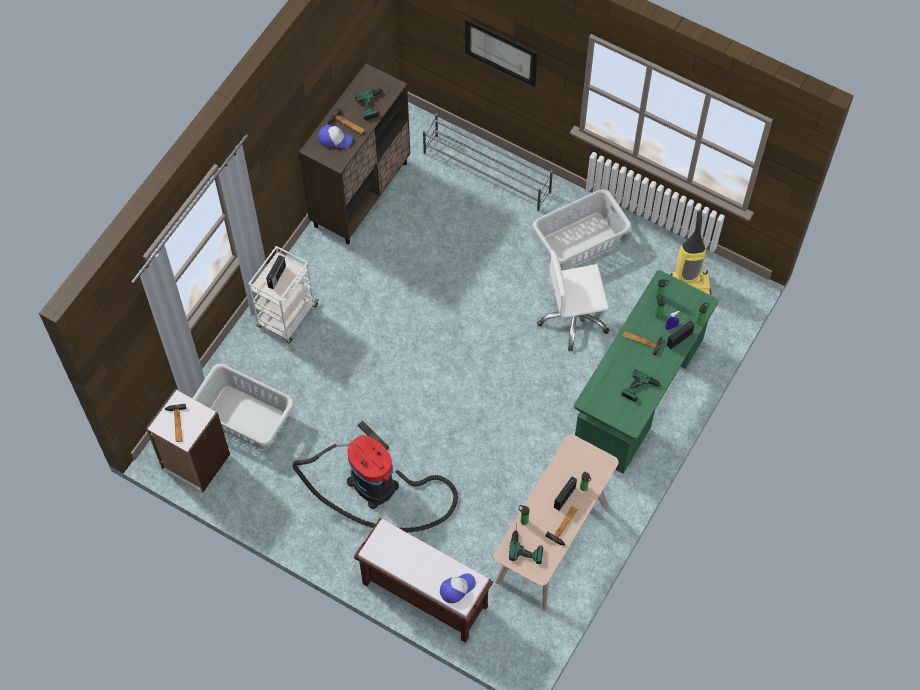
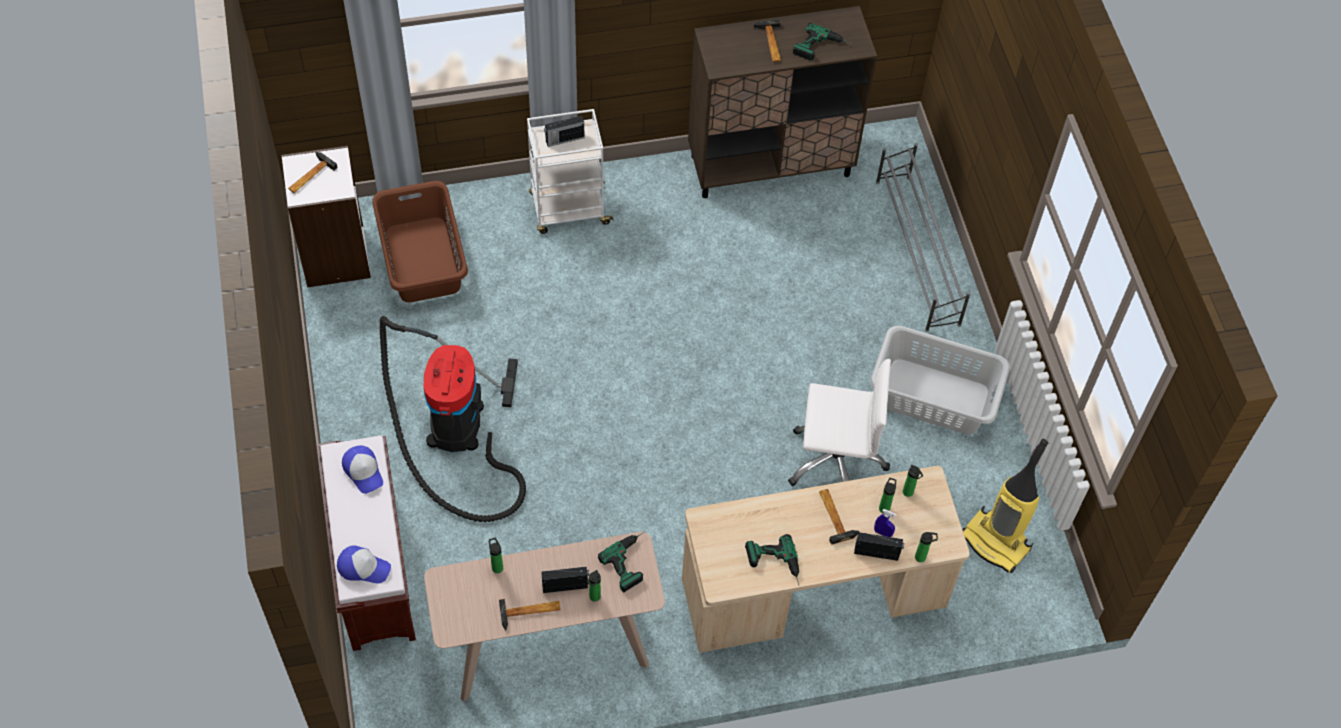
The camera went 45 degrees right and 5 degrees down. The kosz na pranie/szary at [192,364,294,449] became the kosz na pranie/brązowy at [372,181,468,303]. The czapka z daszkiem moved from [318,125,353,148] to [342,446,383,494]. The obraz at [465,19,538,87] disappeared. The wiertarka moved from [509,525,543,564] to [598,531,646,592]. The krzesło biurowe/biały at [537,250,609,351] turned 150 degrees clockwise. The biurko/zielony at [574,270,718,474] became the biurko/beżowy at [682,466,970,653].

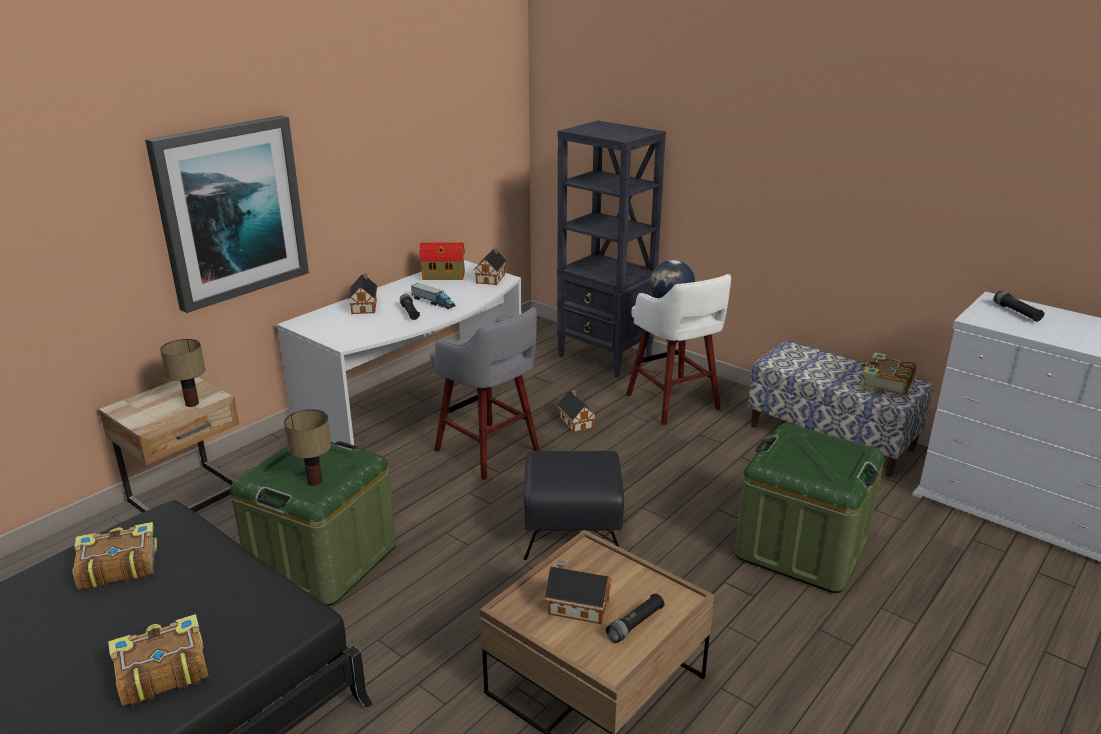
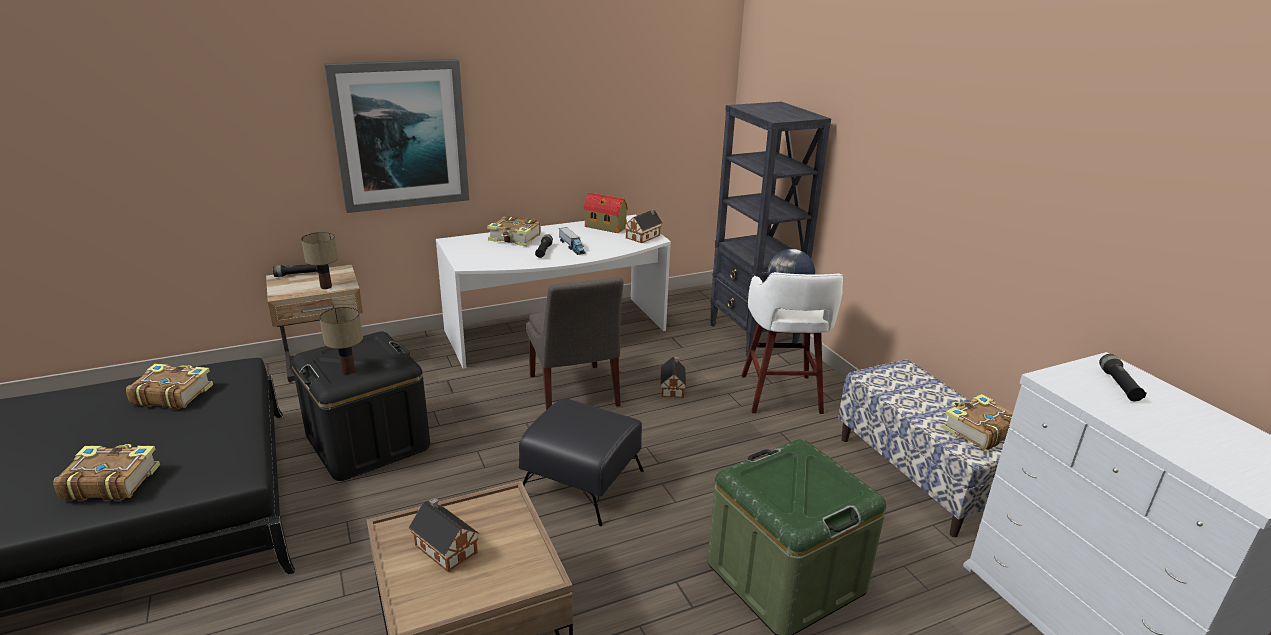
The camera went 25 degrees right and 0 degrees up. The pojemnik do przechowywania/zielony at [230,441,396,606] became the pojemnik do przechowywania/czarny at [292,331,430,481]. The domek at [348,273,377,314] was replaced by the książka at [487,216,541,246]. The stołek/szary at [430,307,540,480] was replaced by the krzesło/szary at [526,277,624,410]. The latarka/czarny moved from [606,593,664,643] to [273,264,318,277].

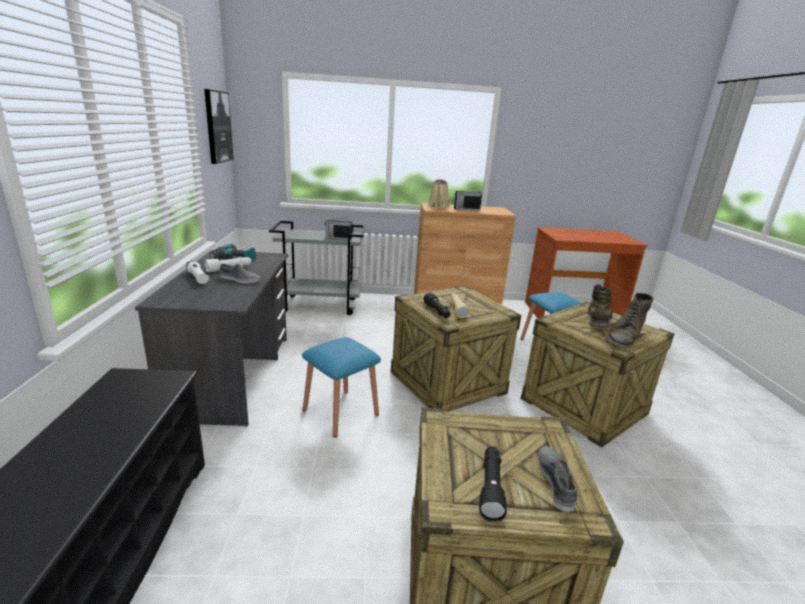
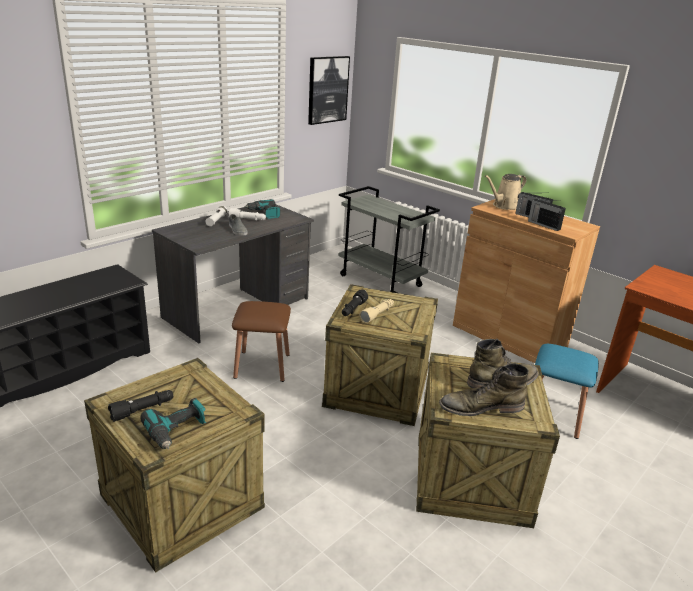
The camera went 45 degrees right and 5 degrees up. The stołek/niebieski at [302,337,381,437] became the stołek/brązowy at [232,301,291,382]. The radio moved from [325,217,352,240] to [528,199,566,231]. The but/szary at [538,447,577,512] was replaced by the wiertarka at [141,398,206,449].

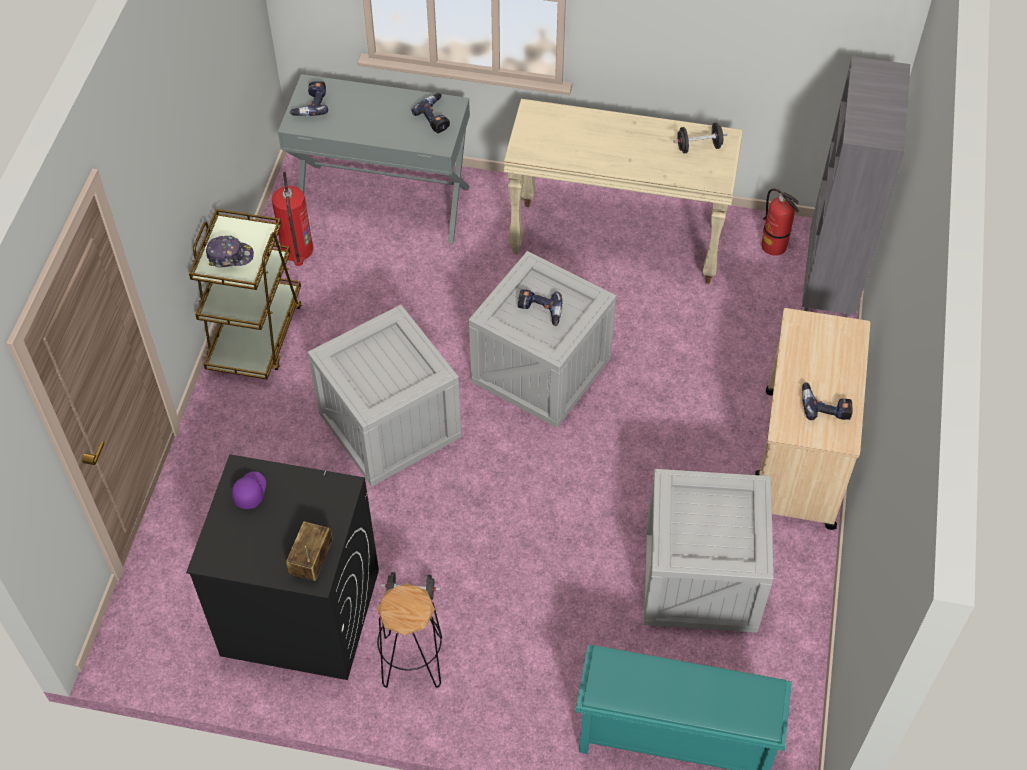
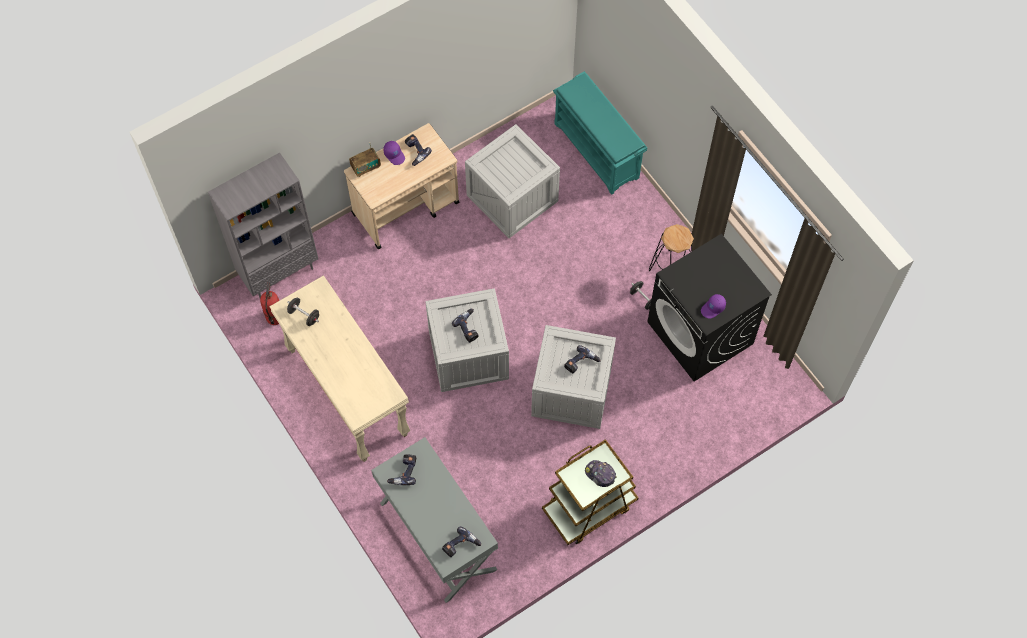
The camera went 135 degrees left and 10 degrees up. The gaśnica at [272,172,313,266] disappeared. The radio moved from [287,521,332,581] to [349,145,381,177]. The czapka z daszkiem/fioletowy at [383,141,405,165] appeared. The wiertarka at [564,345,601,373] appeared.

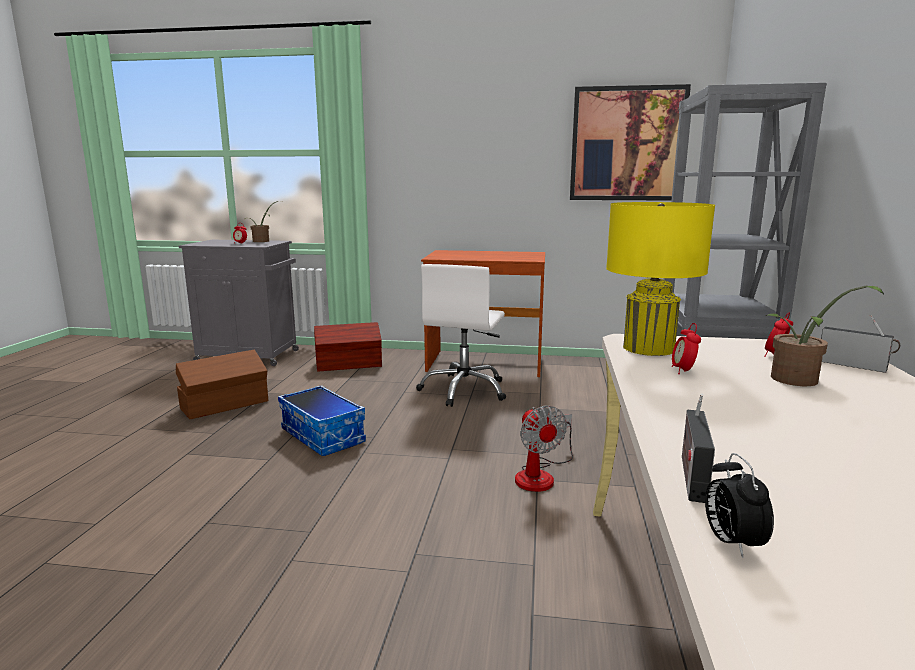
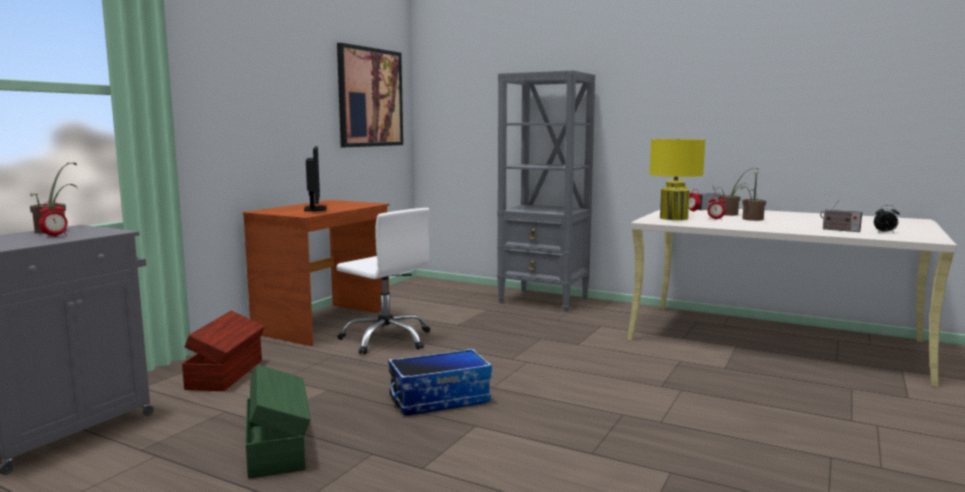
The camera went 70 degrees left and 5 degrees down. The pojemnik do przechowywania/brązowy at [176,350,268,419] became the pojemnik do przechowywania/zielony at [245,364,311,479]. The wentylator at [515,405,573,492] disappeared. The monitor at [304,146,326,211] appeared. The roślina doniczkowa at [741,172,766,221] appeared.

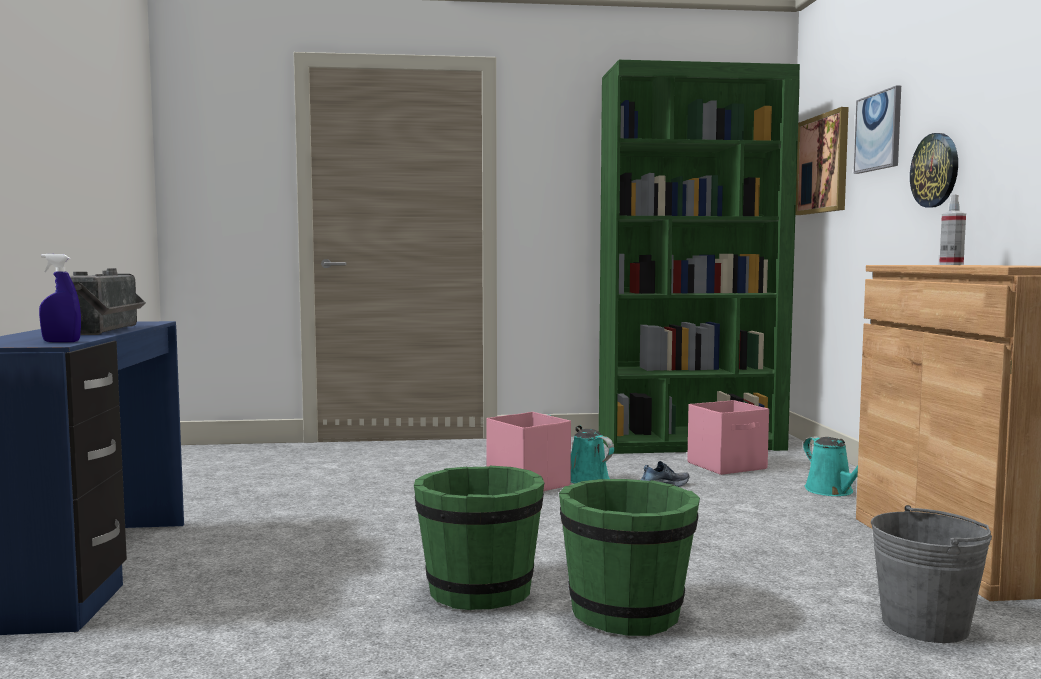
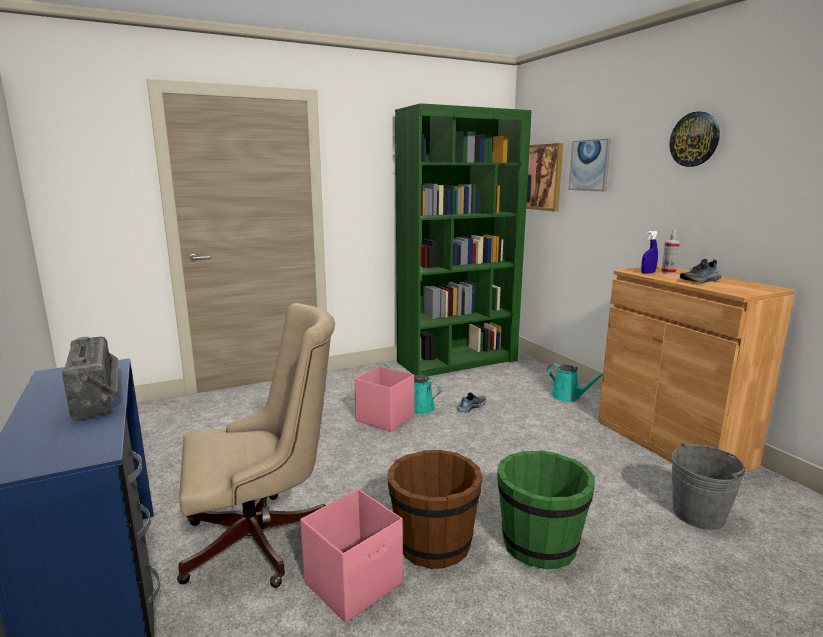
The camera went 20 degrees left and 10 degrees up. The spryskiwacz/niebieski moved from [39,254,81,342] to [641,231,658,274]. The wiadro/zielony at [414,466,544,610] became the wiadro/brązowy at [388,450,483,569]. The pojemnik do przechowywania/różowy moved from [687,400,769,475] to [300,489,403,623]. The zegar ścienny moved from [910,133,958,208] to [670,111,720,167]. The krzesło biurowe/beżowy at [177,303,335,588] appeared. The but at [680,259,722,283] appeared.

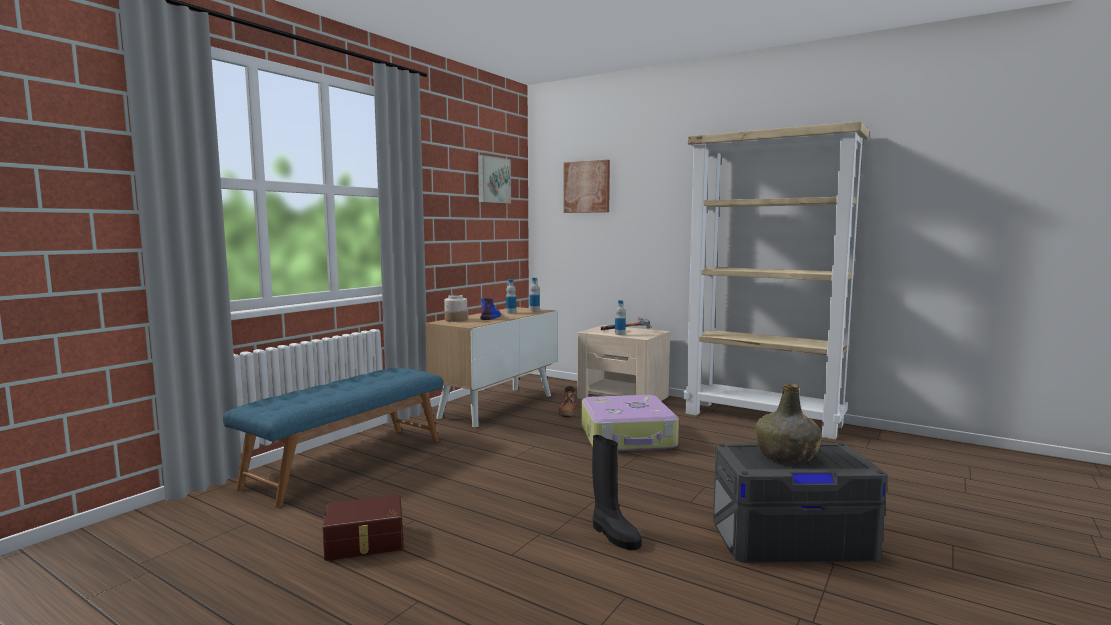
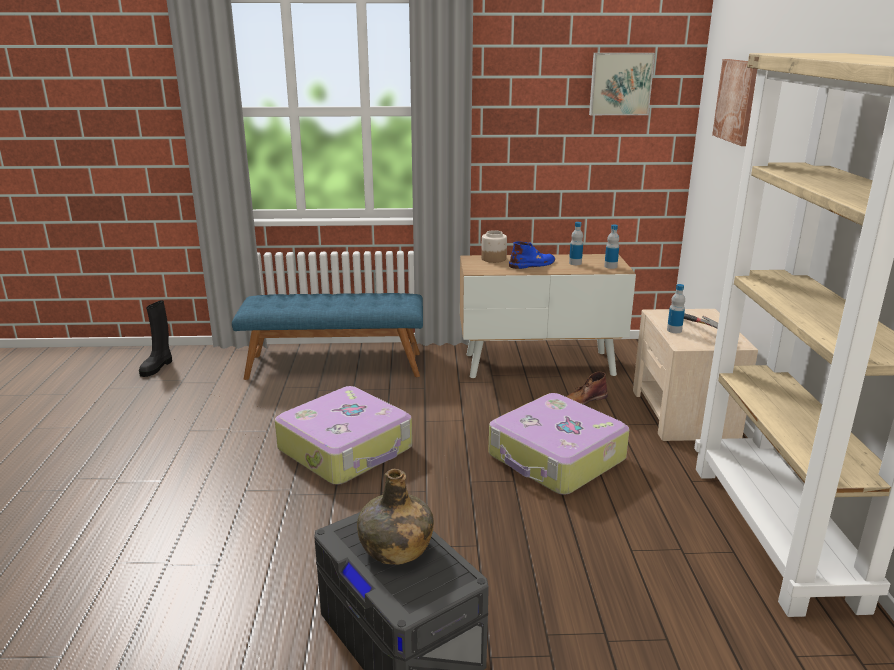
The camera went 55 degrees right and 15 degrees up. The pojemnik do przechowywania/brązowy at [323,495,404,561] disappeared. The but z cholewką/czarny moved from [592,435,642,550] to [139,300,172,377]. The walizka at [275,386,412,485] appeared.

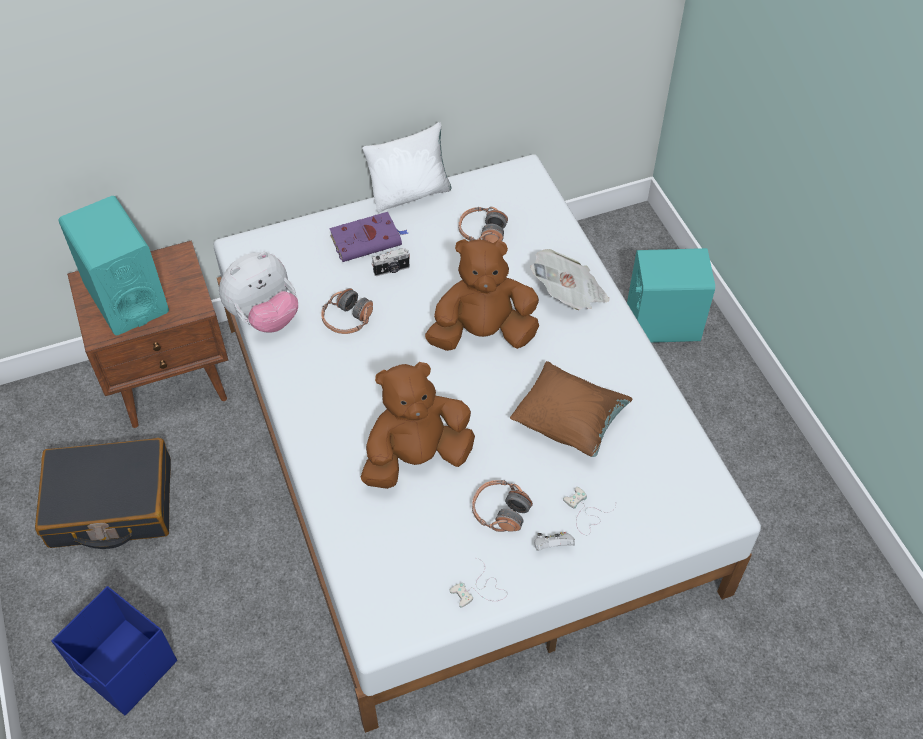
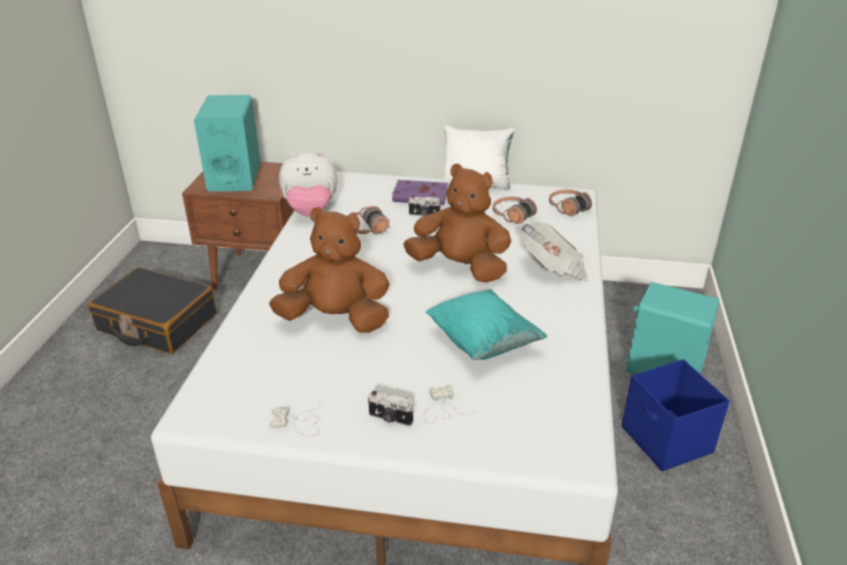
The camera went 30 degrees right and 20 degrees down. The pojemnik do przechowywania/niebieski moved from [51,586,177,716] to [622,359,730,471]. The słuchawki moved from [472,480,533,532] to [549,189,592,216]. The poduszka/brązowy at [510,361,632,457] became the poduszka/turkusowy at [426,289,547,360]. The pad do gier/biały at [534,532,575,551] was replaced by the aparat fotograficzny at [368,391,414,427].

